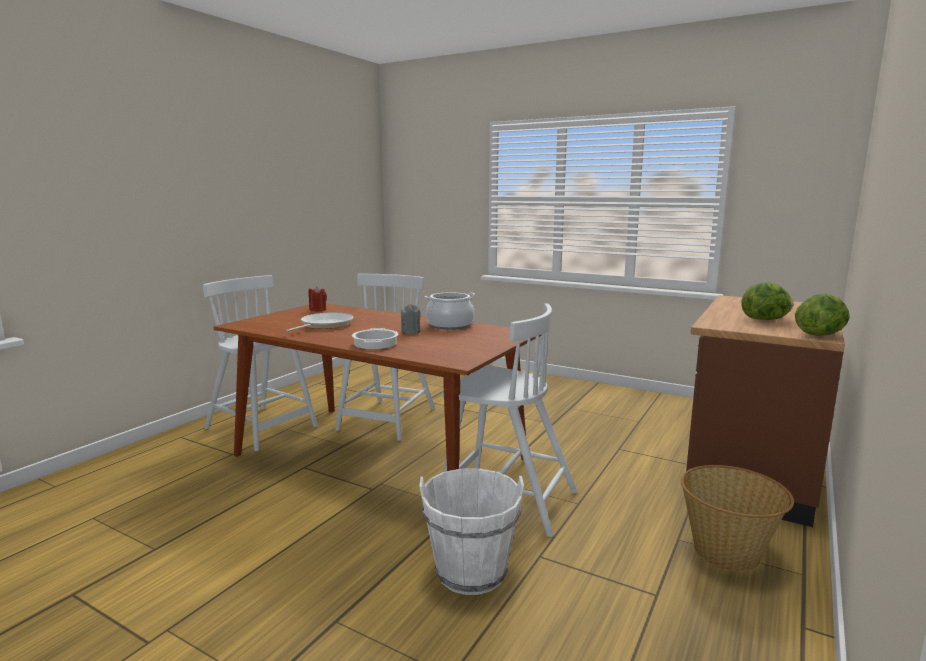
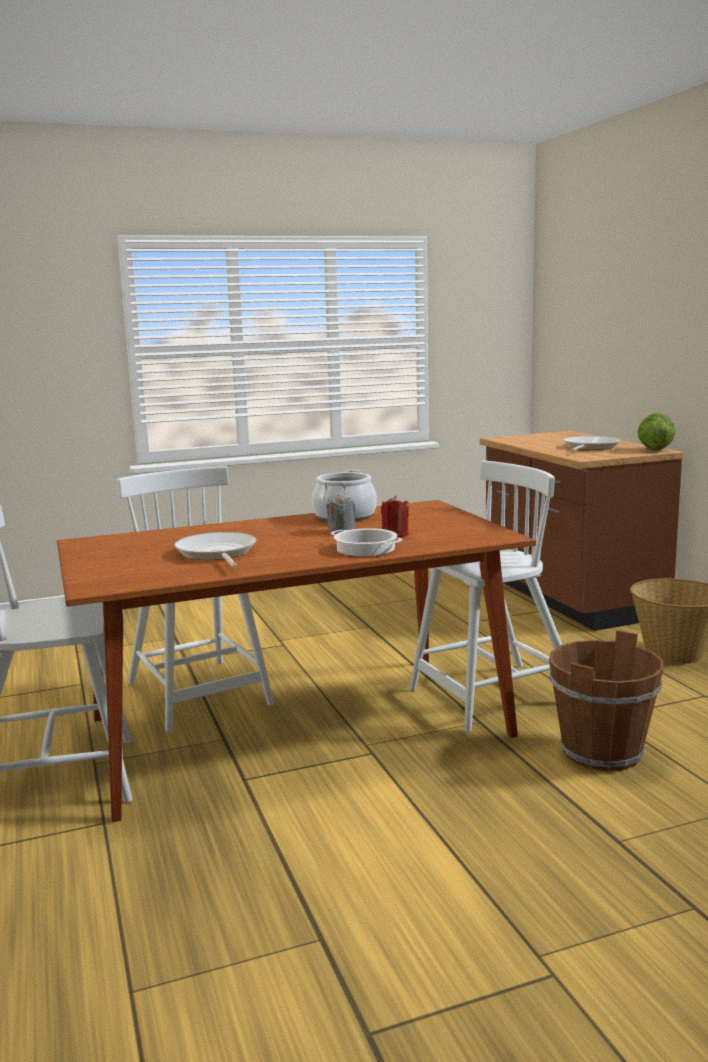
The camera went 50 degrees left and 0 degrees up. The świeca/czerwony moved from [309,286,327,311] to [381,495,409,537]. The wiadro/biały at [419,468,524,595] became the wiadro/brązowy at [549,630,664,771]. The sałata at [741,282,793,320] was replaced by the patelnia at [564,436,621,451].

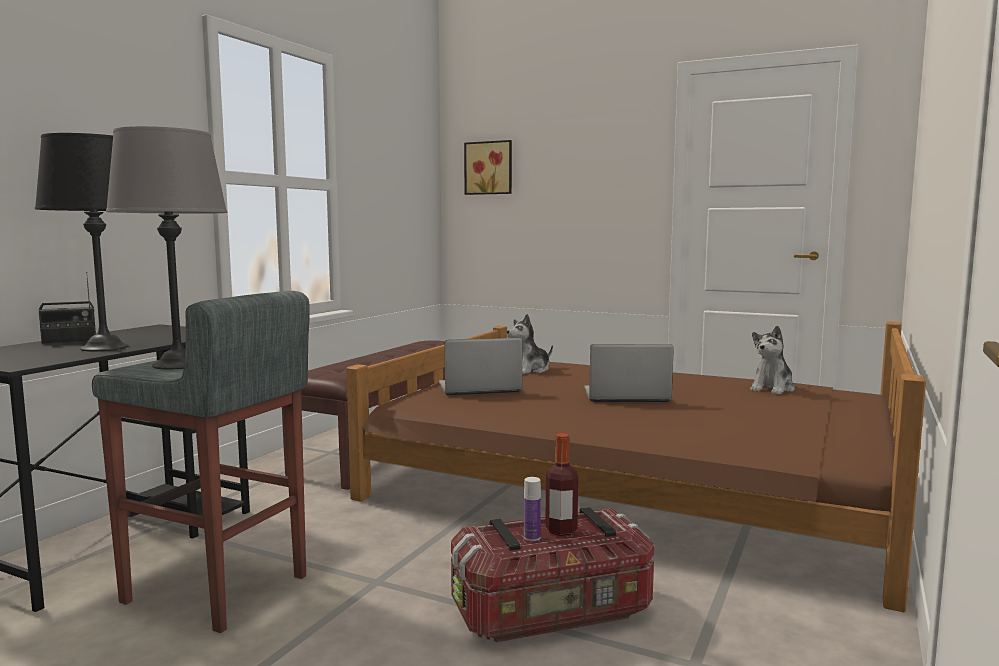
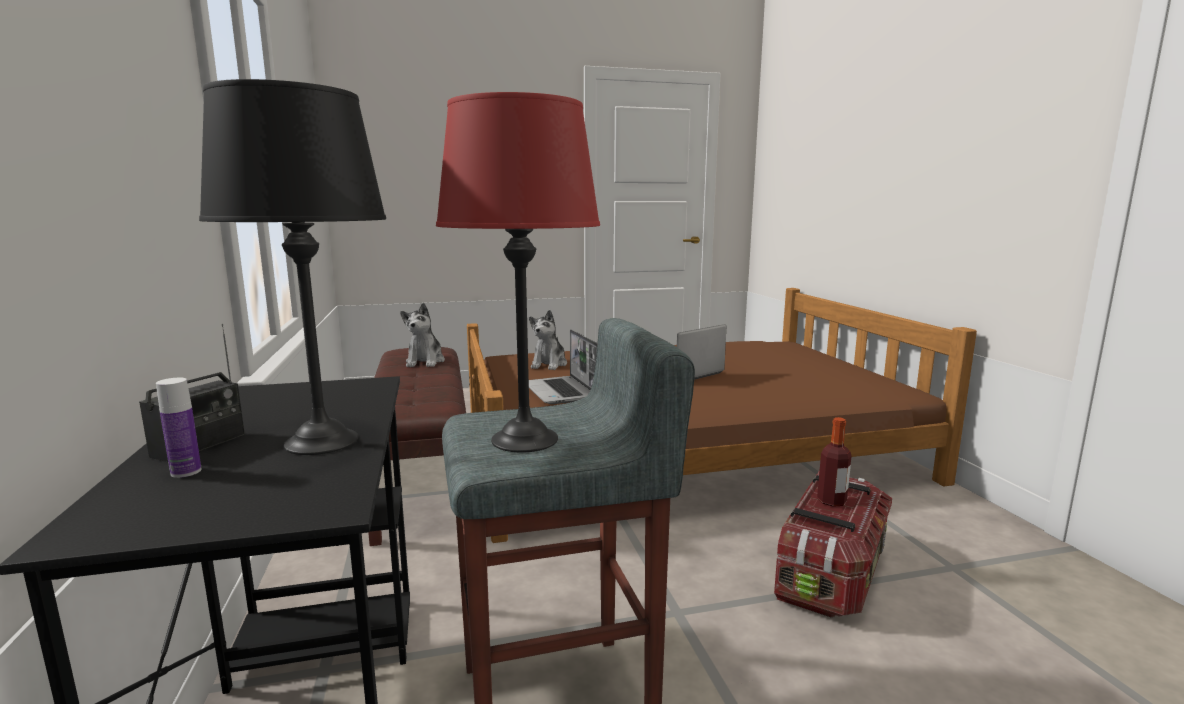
The camera went 40 degrees left and 5 degrees up. The lampa stołowa/szary at [106,126,227,370] became the lampa stołowa/czerwony at [436,92,600,452]. The laptop at [439,338,522,395] turned 60 degrees counterclockwise. The obraz at [464,140,512,195] disappeared. The butelka moved from [524,477,541,541] to [156,378,202,478]. The pluszak moved from [750,326,795,395] to [400,303,445,367].

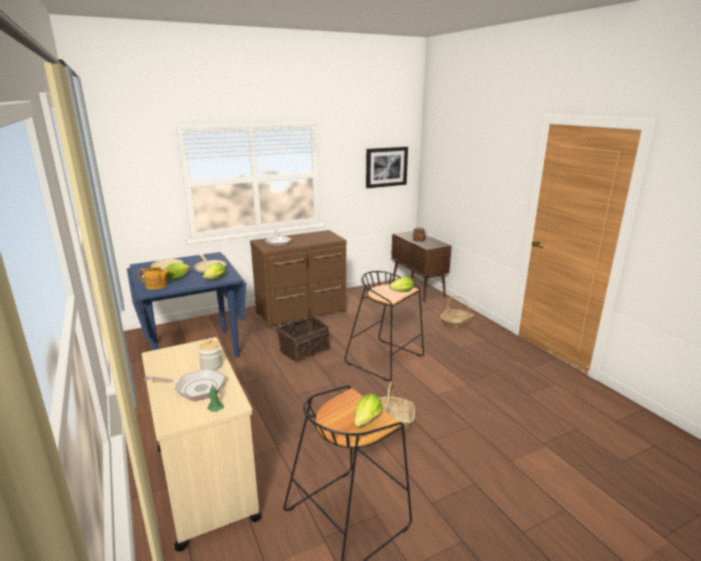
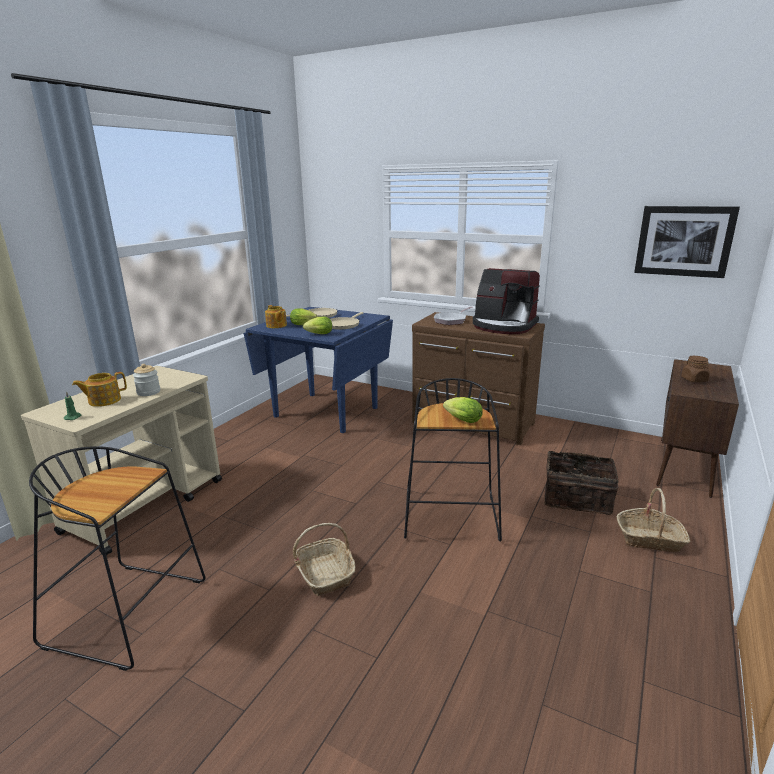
The camera went 55 degrees right and 0 degrees up. The patelnia at [144,369,225,401] was replaced by the imbryk at [72,372,127,407]. The koszyk moved from [276,318,329,361] to [545,451,619,515]. The sałata at [354,394,383,427] disappeared. The ekspres do kawy at [473,268,540,334] appeared.

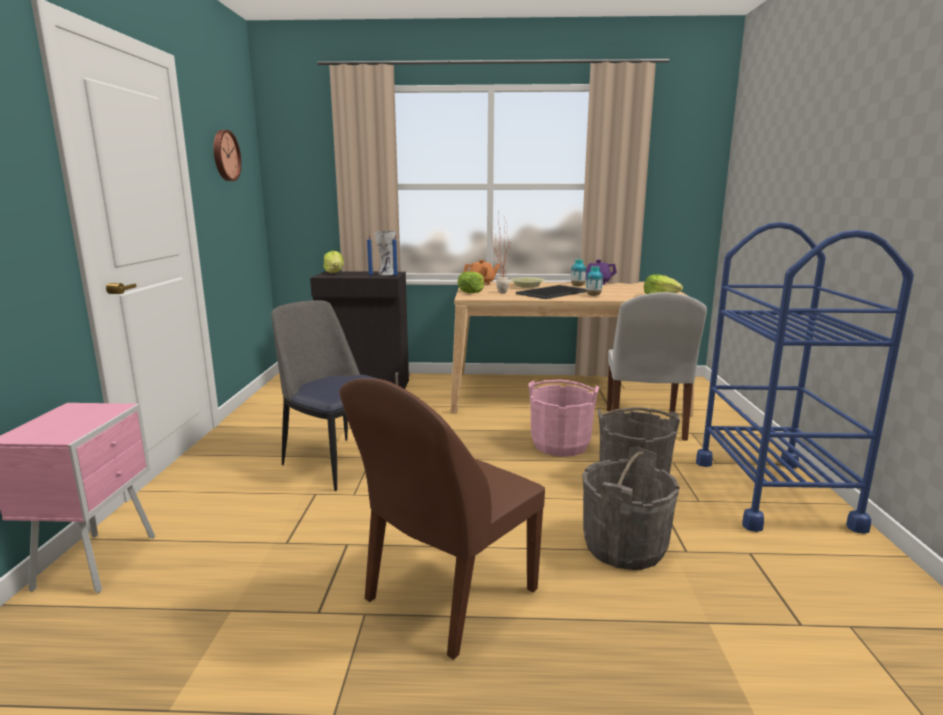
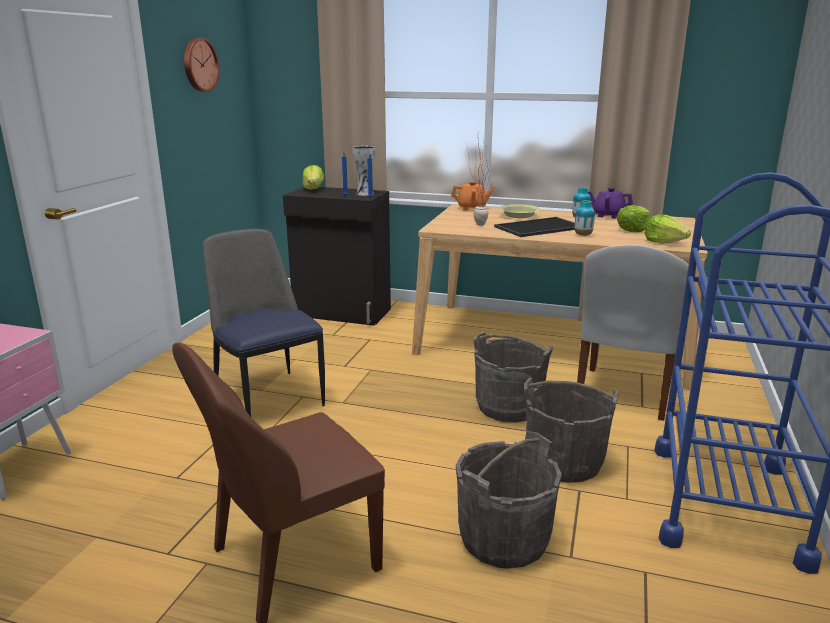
The camera went 15 degrees right and 5 degrees up. The sałata moved from [457,271,484,293] to [616,206,650,232]. The wiadro/różowy at [529,380,599,457] became the wiadro/szary at [474,332,553,422].

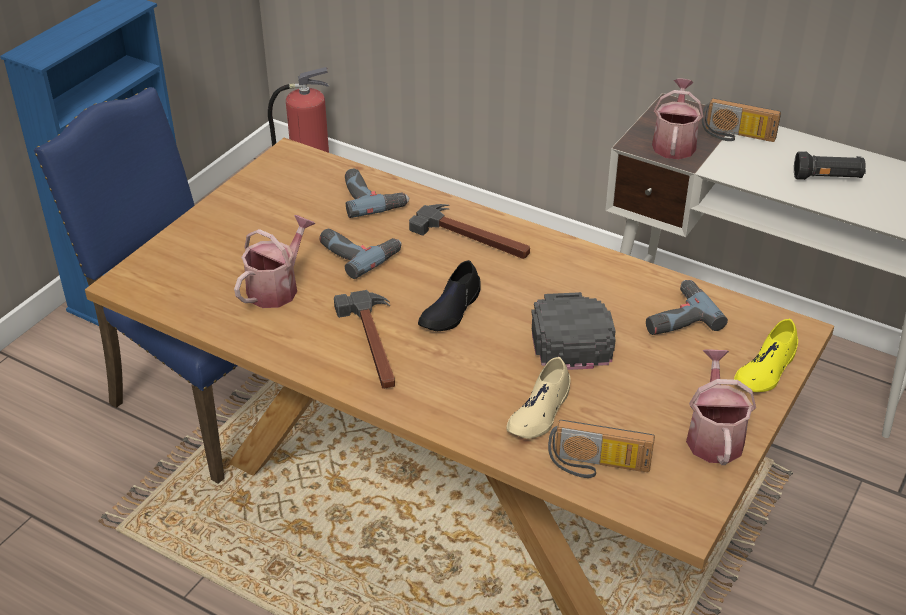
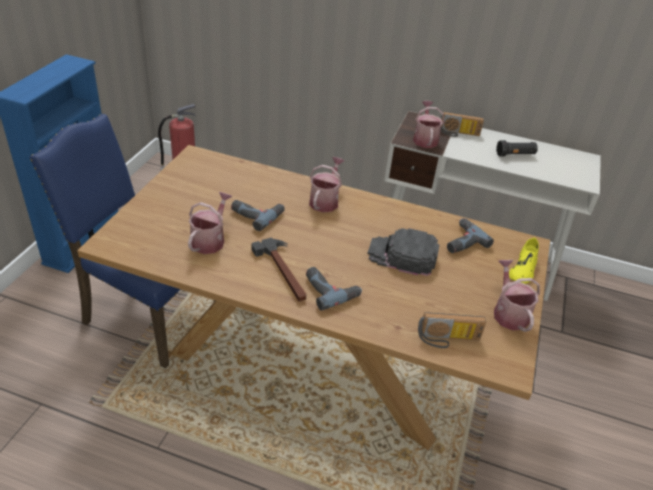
The camera went 15 degrees left and 0 degrees up. The wiertarka moved from [345,169,410,218] to [306,267,362,311]. The młotek at [409,204,530,259] was replaced by the konewka at [309,157,344,212]. The but/czarny at [418,260,480,331] disappeared. The but/beżowy at [506,357,571,439] disappeared. The czapka z daszkiem/czarny at [531,292,616,370] turned 60 degrees counterclockwise.

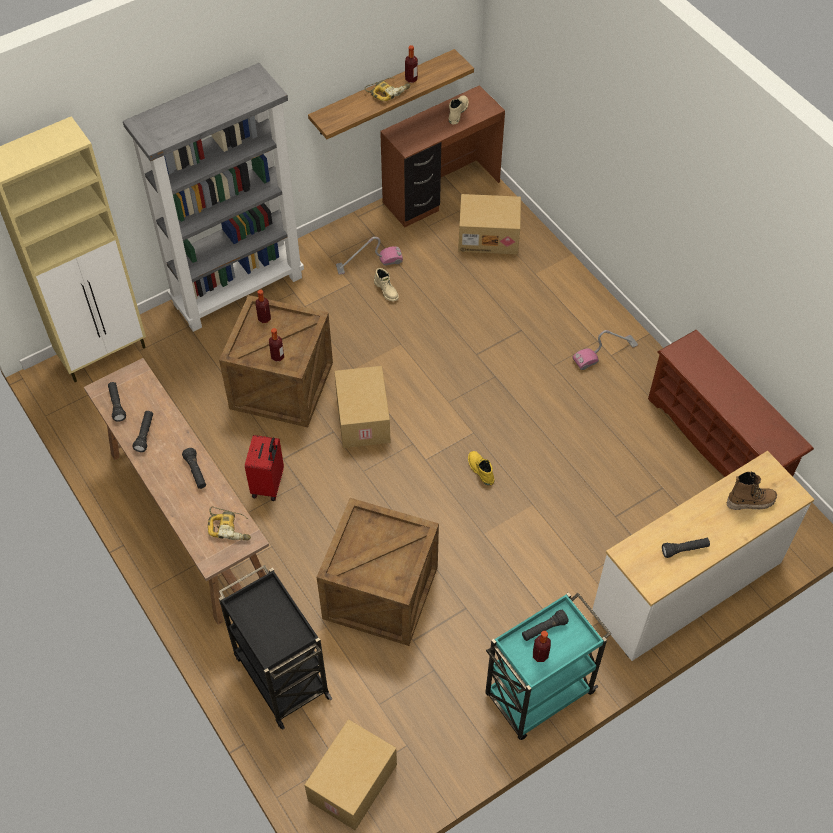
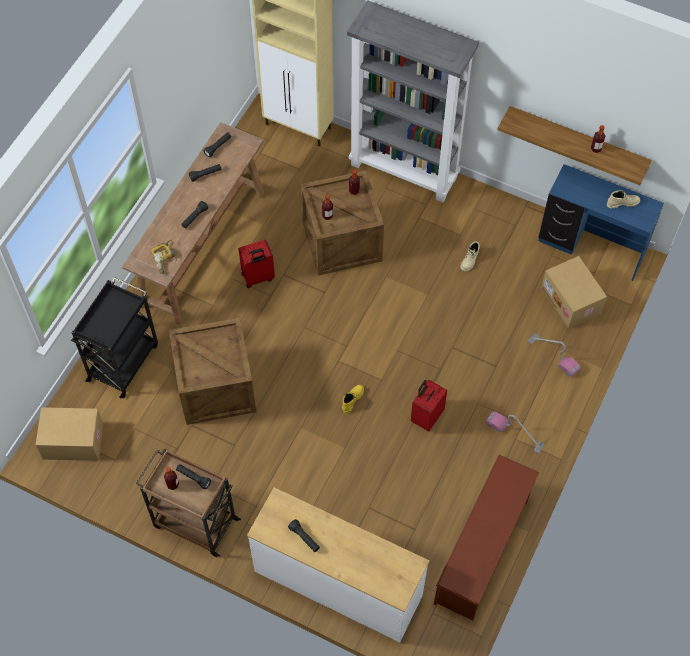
The camera went 60 degrees right and 5 degrees up. The karton at [334,366,390,448] disappeared. The odkurzacz moved from [336,237,403,275] to [528,333,581,377]. The wiertarka at [364,78,410,101] disappeared. The biurko/brązowy at [380,85,505,227] became the biurko/niebieski at [538,164,664,281]. The wózek/turkusowy at [486,592,611,740] became the wózek/brązowy at [136,448,241,557]. The but z cholewką at [726,471,777,510] disappeared. The walizka/czerwony at [411,380,447,432] appeared.

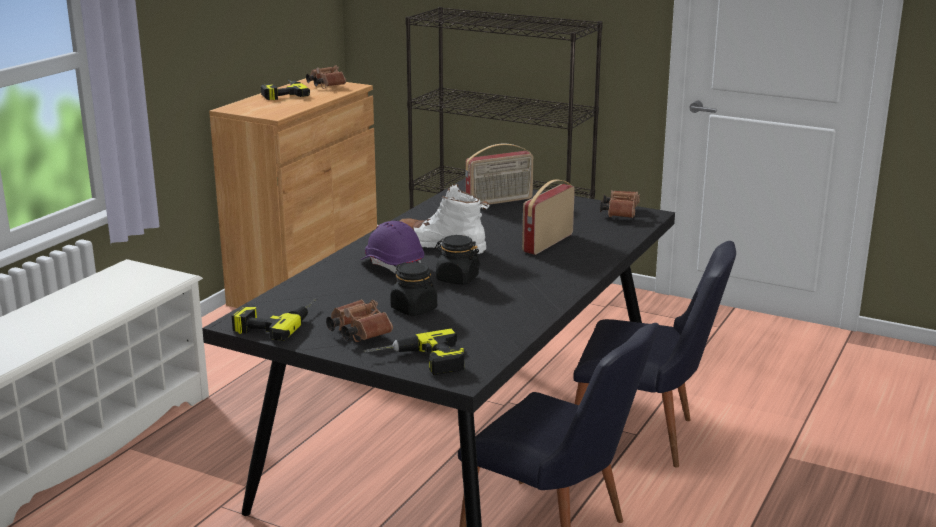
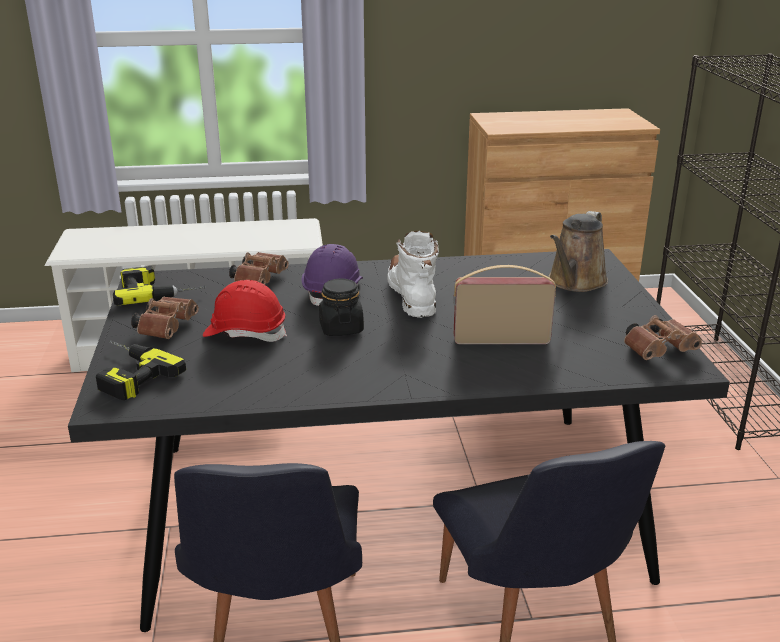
The camera went 55 degrees right and 5 degrees up. The wiertarka at [261,80,310,100] disappeared. The lornetka/brązowy moved from [306,65,346,89] to [229,252,289,285]. The słoik/czarny at [390,262,437,316] was replaced by the kask/czerwony at [203,280,287,342]. The radio at [465,144,533,205] was replaced by the konewka/brązowy at [548,211,608,292].

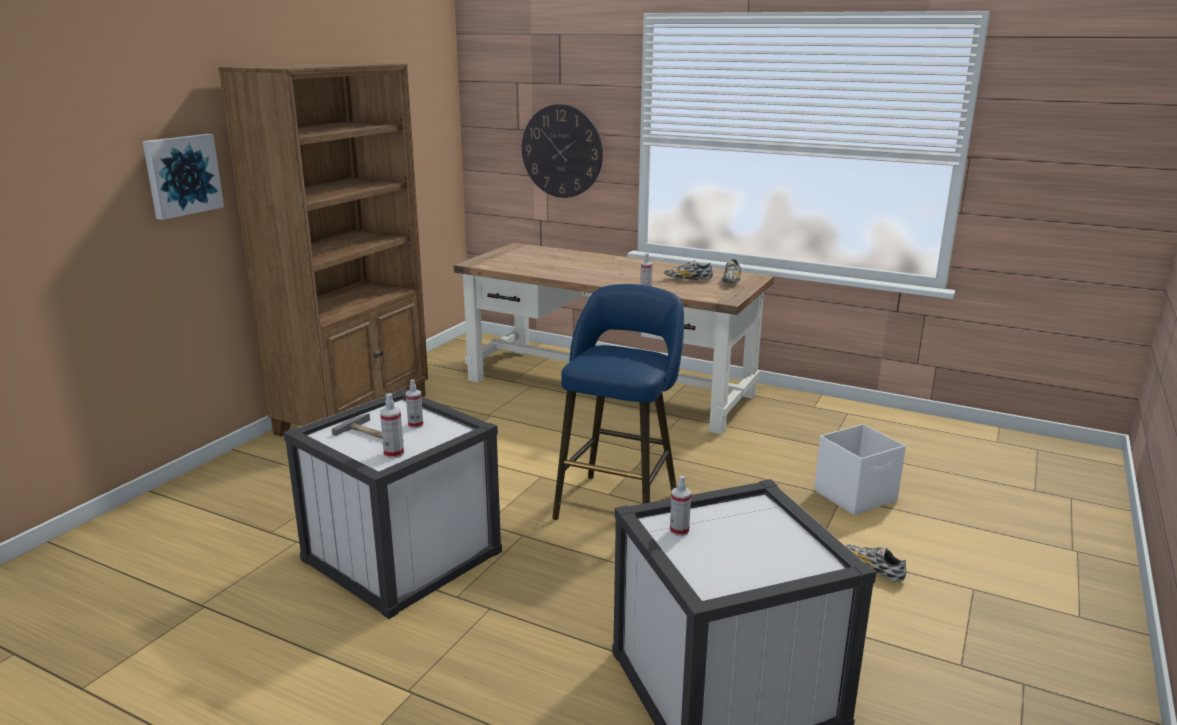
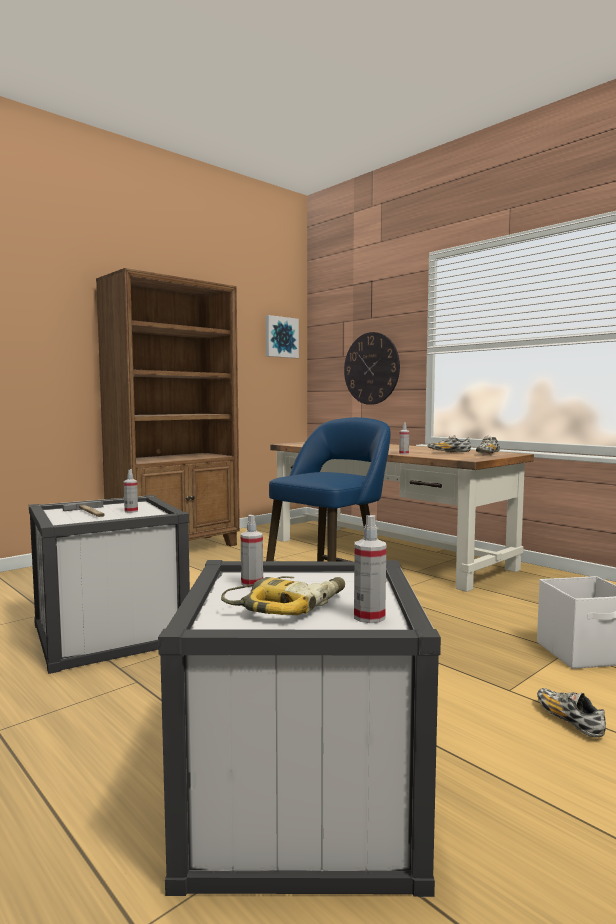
The camera went 20 degrees right and 15 degrees down. The obraz moved from [142,134,224,220] to [266,315,299,358]. The spryskiwacz moved from [380,393,404,459] to [354,515,386,623]. The wiertarka at [221,576,345,615] appeared.

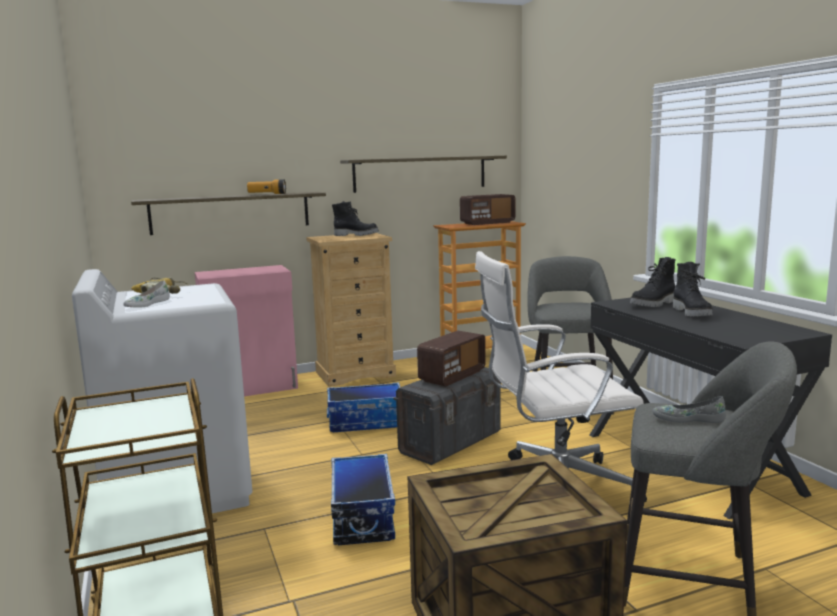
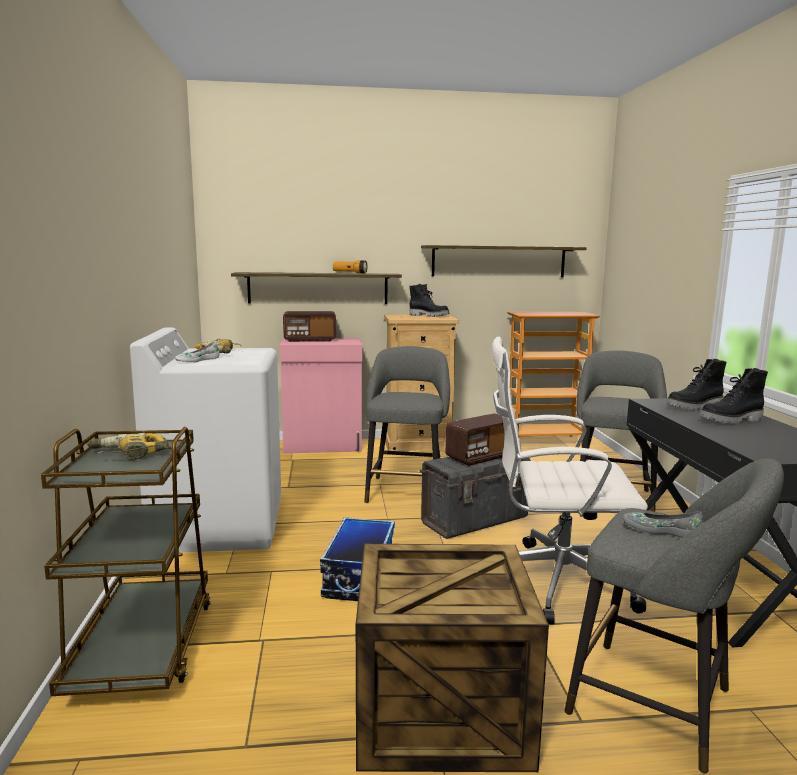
The camera went 15 degrees right and 0 degrees up. The pojemnik do przechowywania at [327,383,400,432] was replaced by the stołek/szary at [364,346,450,503]. The radio moved from [460,194,515,225] to [283,311,336,342]. The but z cholewką/czarny at [673,262,713,316] turned 60 degrees clockwise. The wiertarka at [87,433,172,460] appeared.

